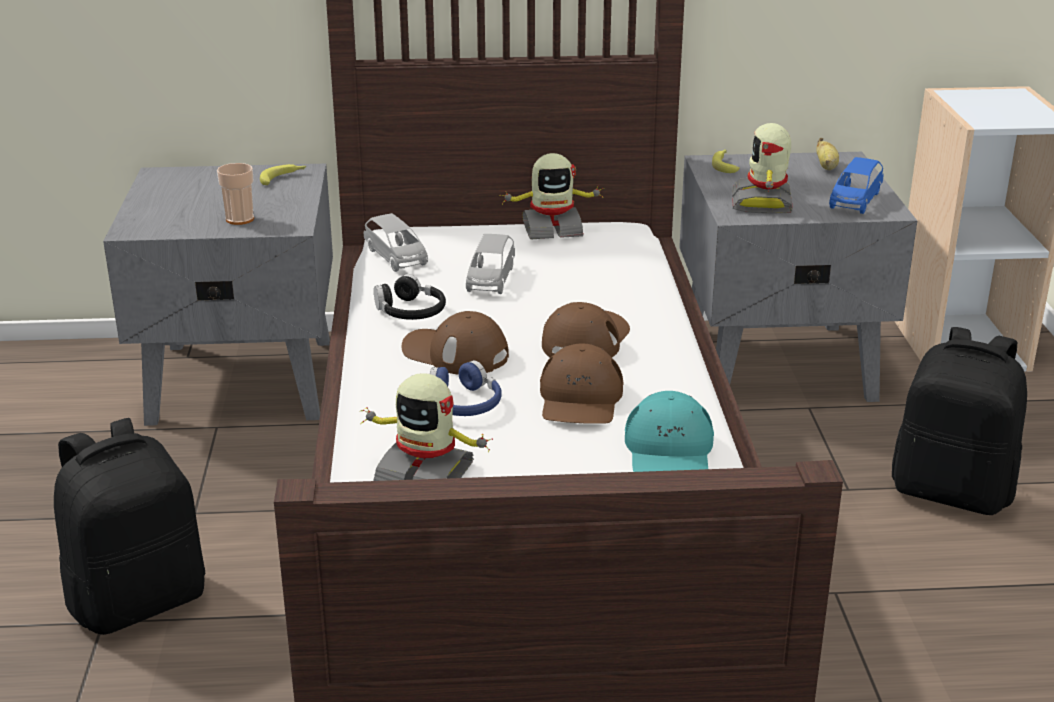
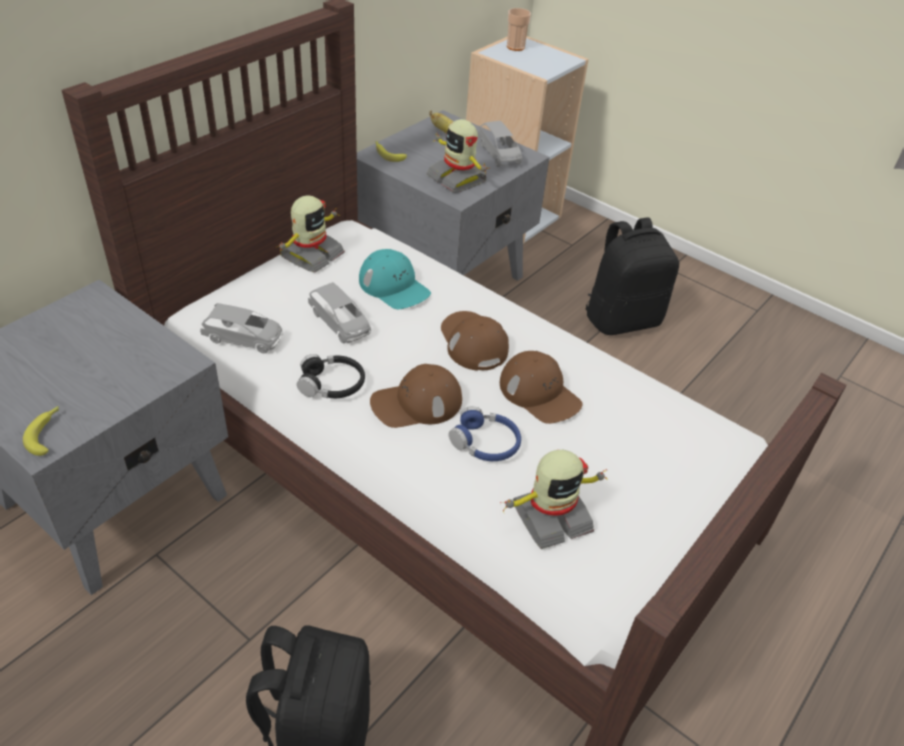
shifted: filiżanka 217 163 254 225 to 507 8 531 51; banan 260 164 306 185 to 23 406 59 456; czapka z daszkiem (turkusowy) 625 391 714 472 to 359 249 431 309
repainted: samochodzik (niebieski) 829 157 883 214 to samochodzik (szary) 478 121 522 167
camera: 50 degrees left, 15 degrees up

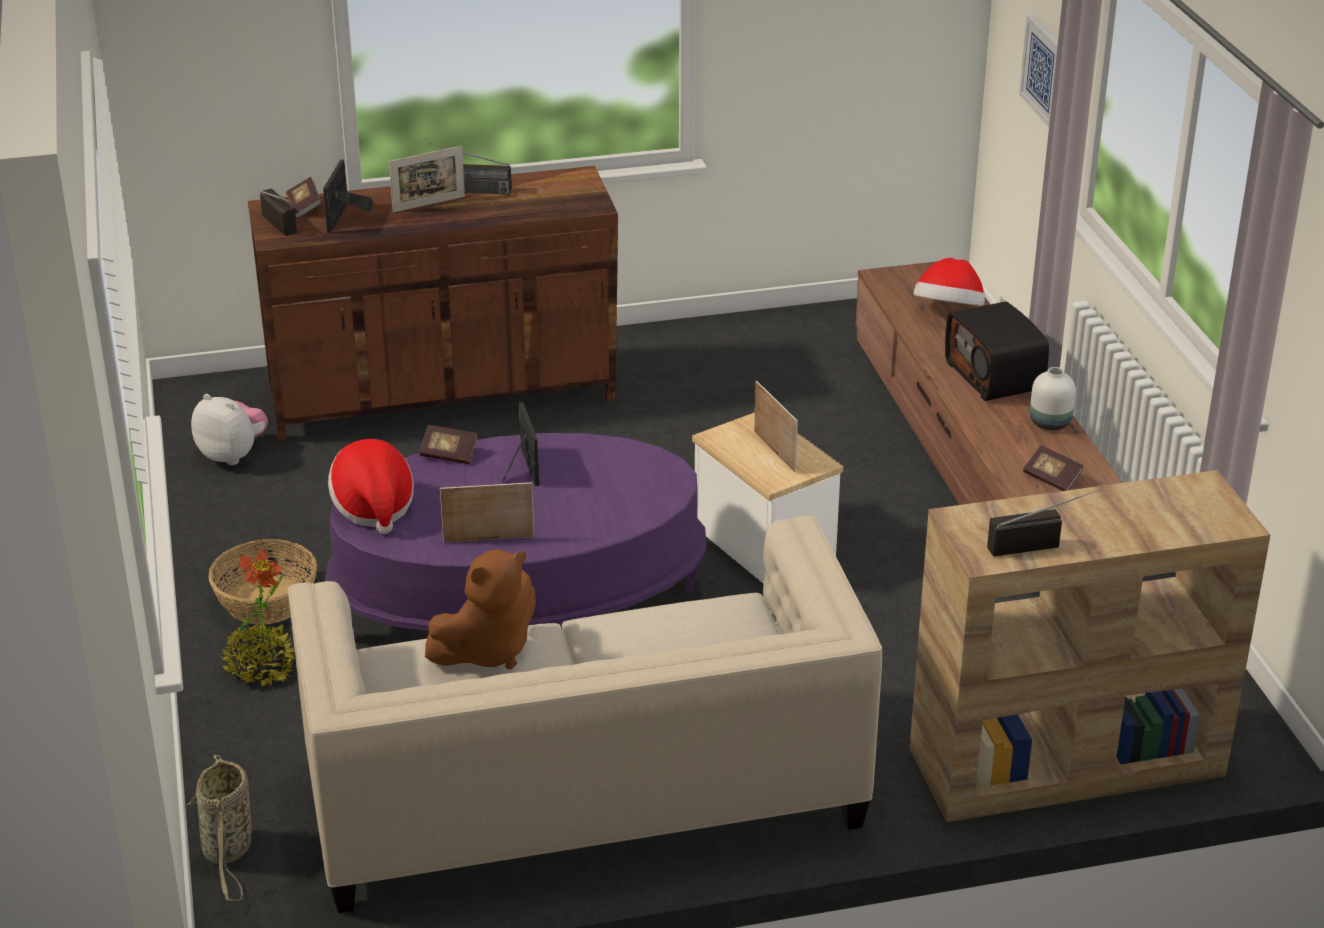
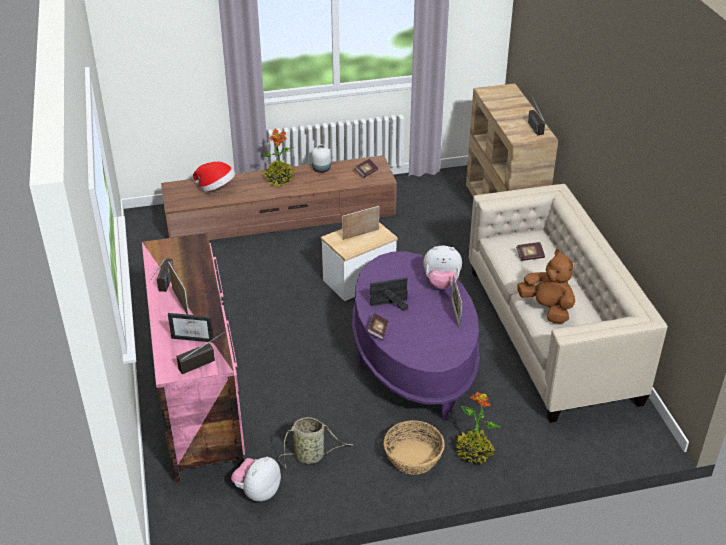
gone: kapelusz 328 439 414 534; obraz 1019 15 1058 127
new: pluszak 423 246 462 290
shifted: koszyk 186 755 252 901 to 279 417 353 468; książka 286 177 322 219 to 516 242 545 261
swapped: radio 945 302 1049 401 to roślina doniczkowa 262 129 295 187
repainted: szafka (brązowy) 248 166 618 442 to szafka (różowy) 142 233 245 484
camera: 90 degrees left, 5 degrees up

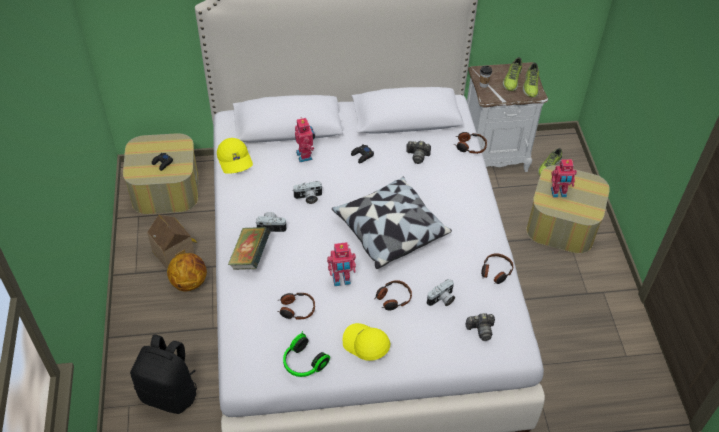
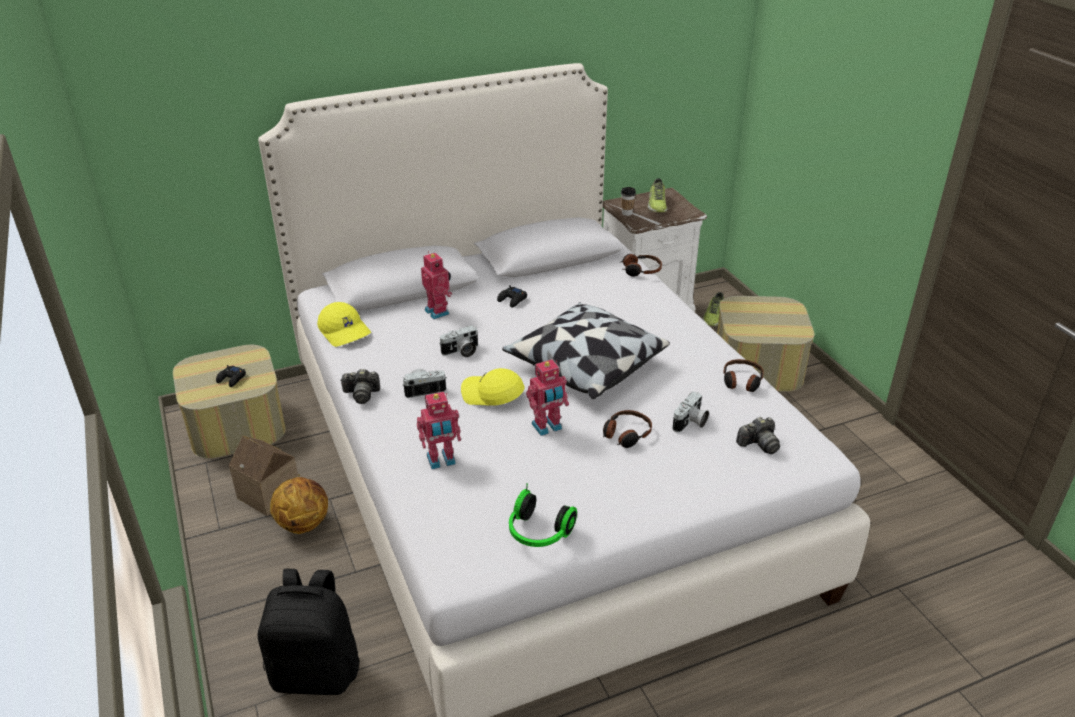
gone: książka 228 227 271 270; słuchawki 277 293 315 319; but 523 63 539 97
shifted: czapka z daszkiem (żółty) 343 323 390 361 to 461 368 525 406; aparat fotograficzny 406 141 431 164 to 340 369 380 404; robot zabawkowy 551 159 577 197 to 417 392 461 469
camera: 15 degrees left, 15 degrees down

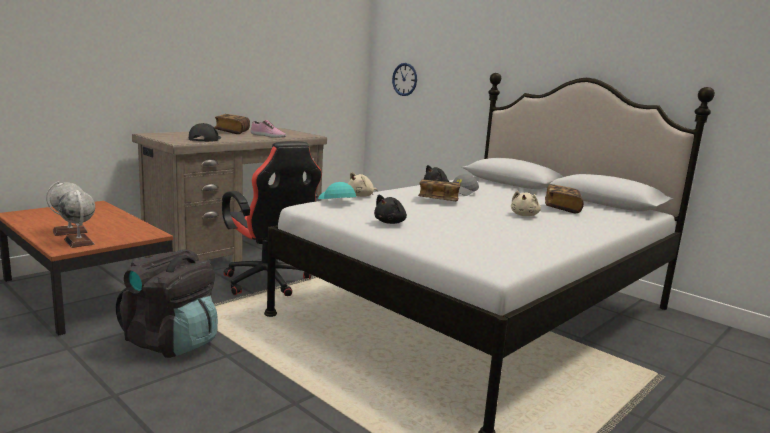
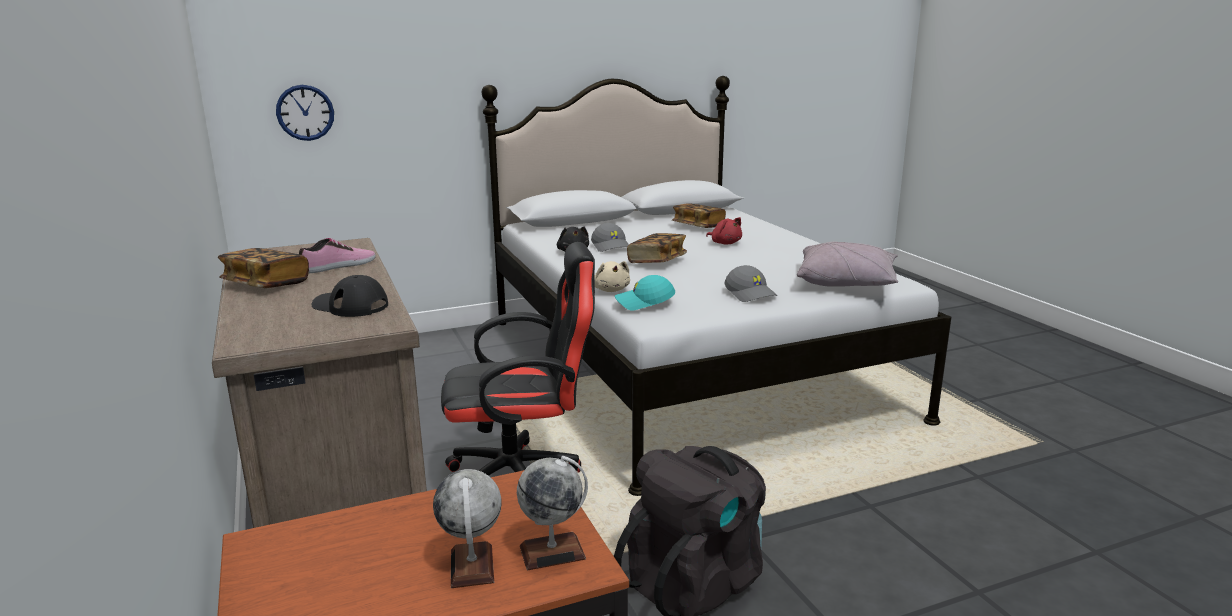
new: poduszka (fioletowy) 797 241 898 286
swapped: pluszak (czarny) 374 195 407 224 to czapka z daszkiem (szary) 725 265 778 302
repainted: pluszak (beżowy) 511 191 541 216 to pluszak (czerwony) 706 217 742 245
camera: 65 degrees left, 5 degrees up

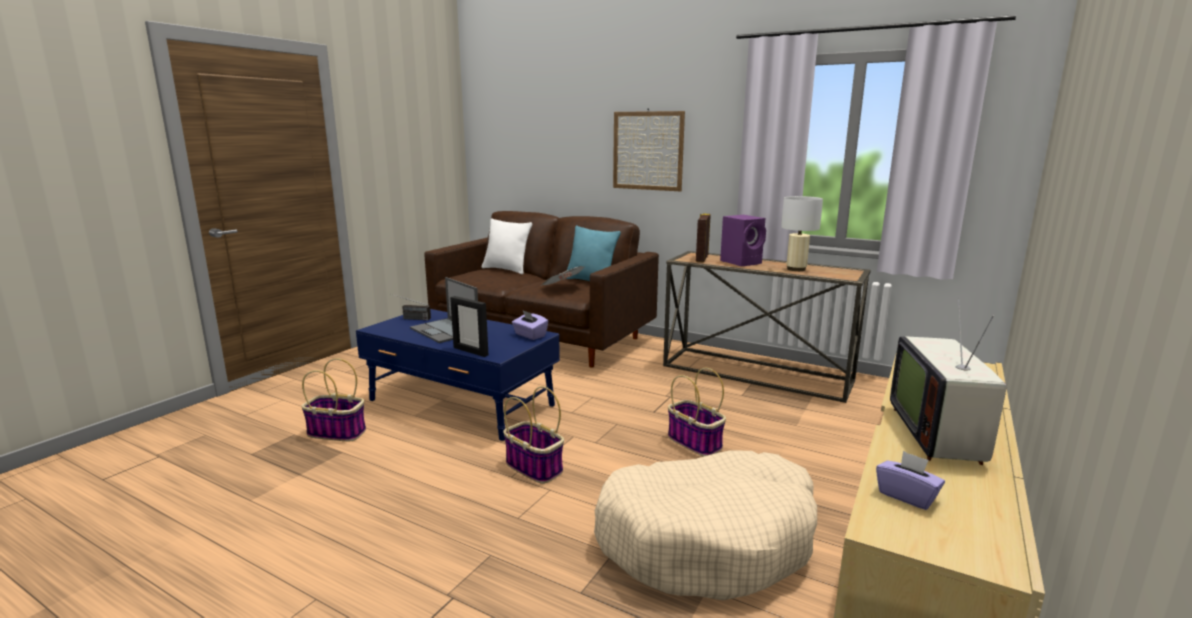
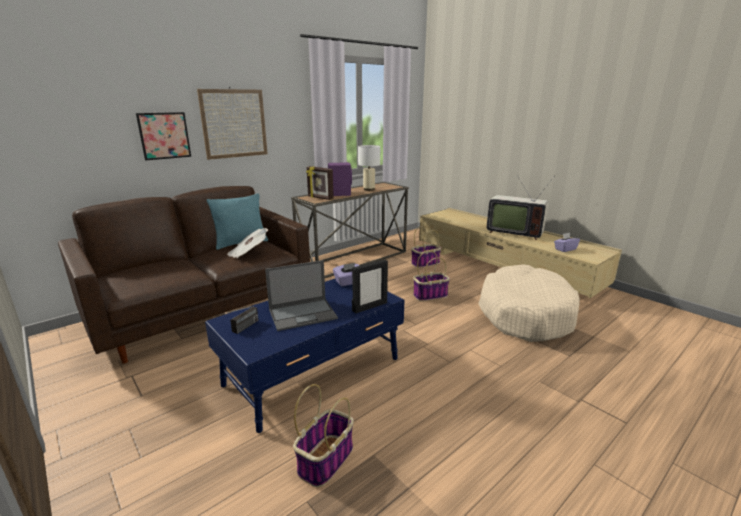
gone: poduszka (biały) 482 218 532 274
new: obraz 136 112 191 161
shifted: koszyk 503 386 564 484 to 411 226 441 268
camera: 70 degrees left, 5 degrees up

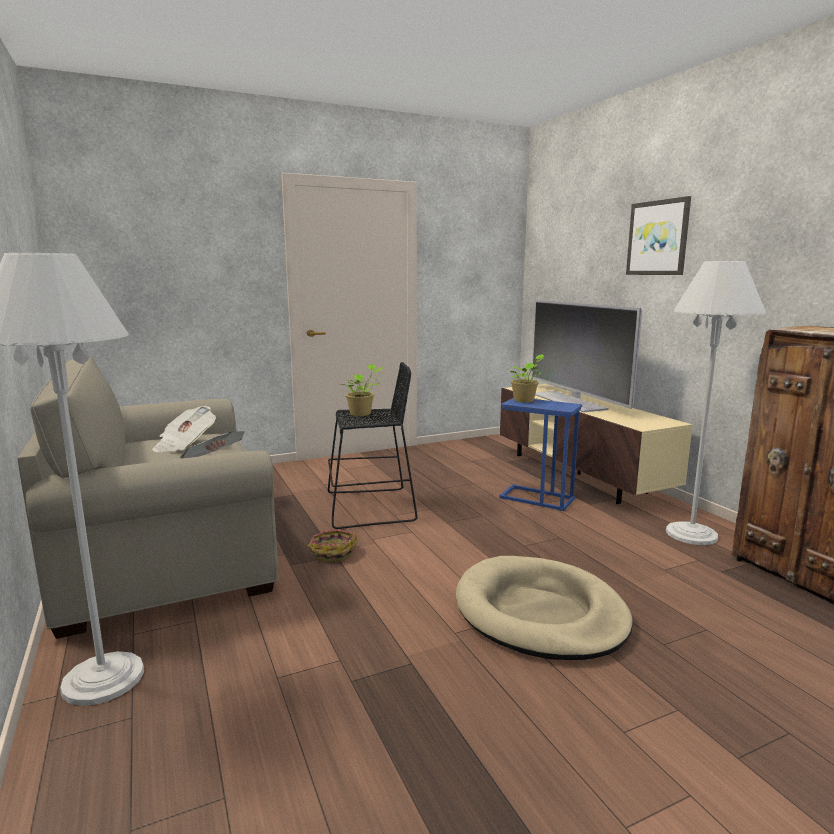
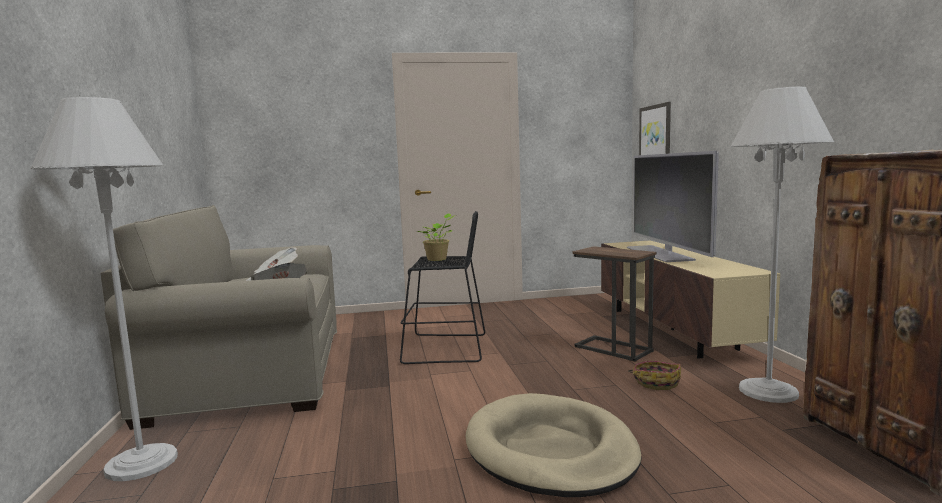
gone: roślina doniczkowa 505 354 546 403
shifted: koszyk 307 530 357 562 to 628 361 681 390; obraz 626 196 691 275 to 639 102 671 155
repainted: stolik (niebieski) 499 398 582 511 to stolik (brązowy) 572 246 657 362
camera: 15 degrees right, 5 degrees down

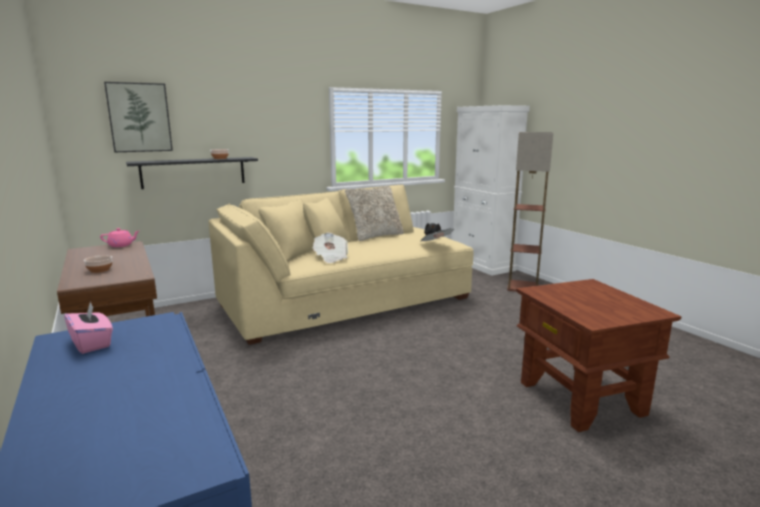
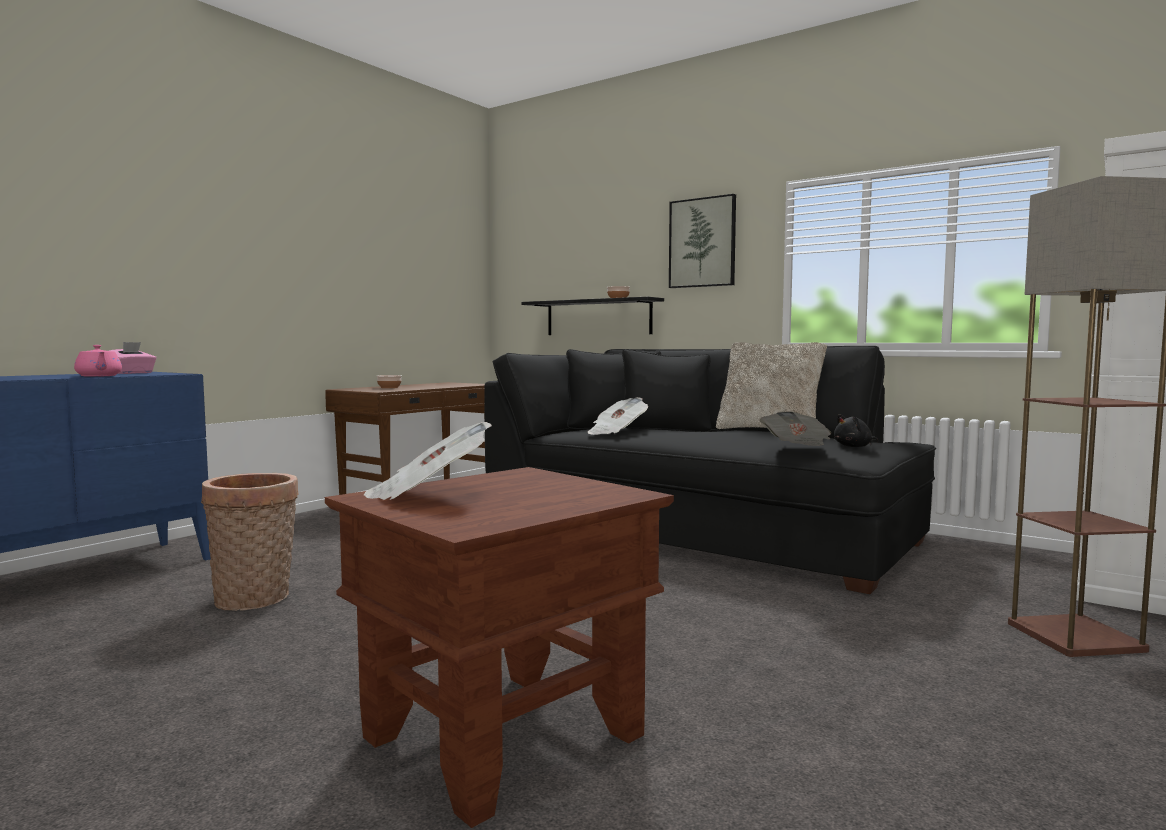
new: koszyk 201 473 298 611; gazeta 364 422 492 500
shifted: imbryk (różowy) 100 228 139 247 to 74 345 122 377; obraz 104 82 173 152 to 669 194 736 288
repainted: kanapa (beżowy) 208 185 474 345 to kanapa (czarny) 484 346 936 594
camera: 65 degrees right, 10 degrees down

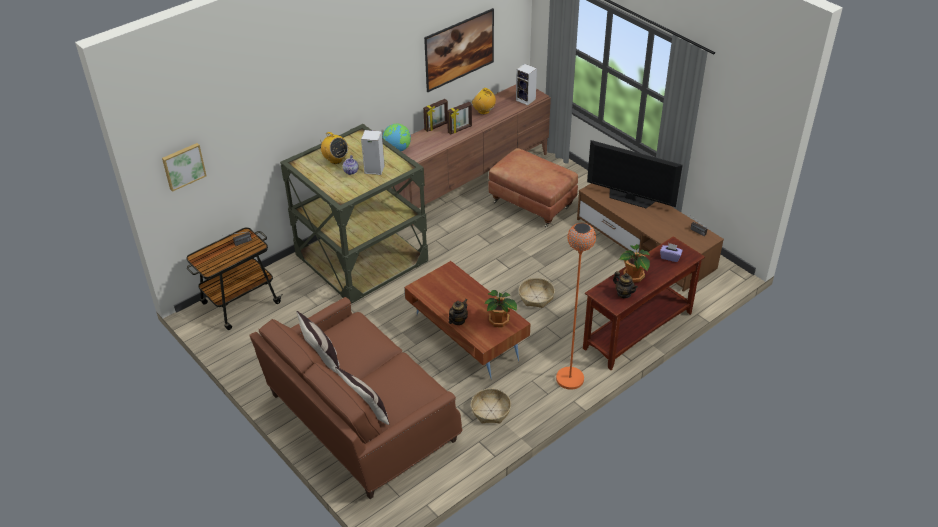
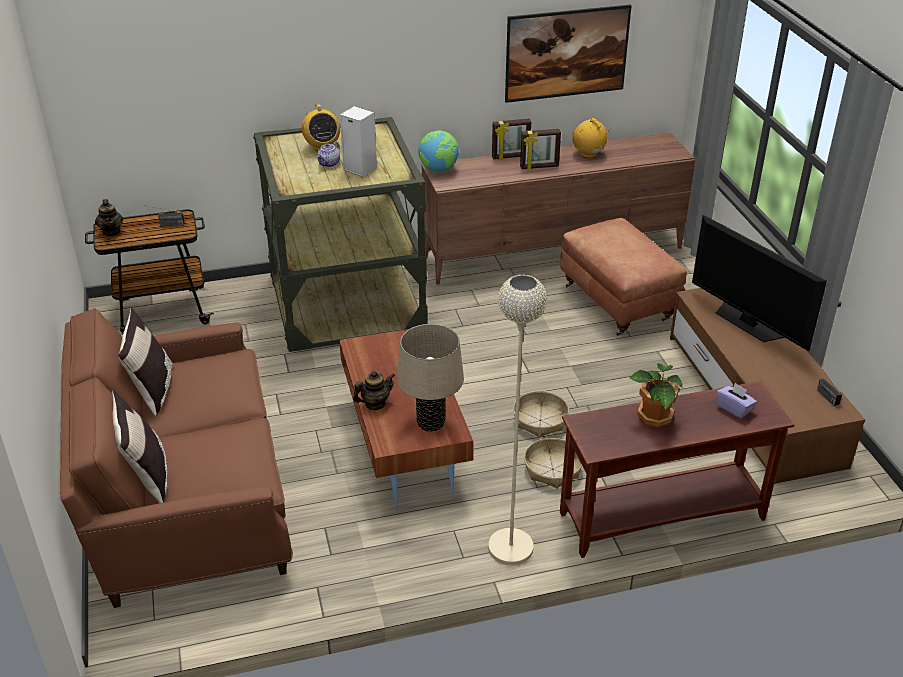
gone: obraz 162 143 207 192; głośnik 516 64 537 105
shifted: koszyk 471 388 511 423 to 524 438 582 488; imbryk 613 271 638 298 to 95 199 123 236
swapped: roślina doniczkowa 484 290 517 327 to lampa stołowa (beżowy) 397 324 464 431
repainted: lampa stojąca (pomarańczowy) 556 223 596 390 to lampa stojąca (beżowy) 488 275 547 565
camera: 25 degrees right, 5 degrees down

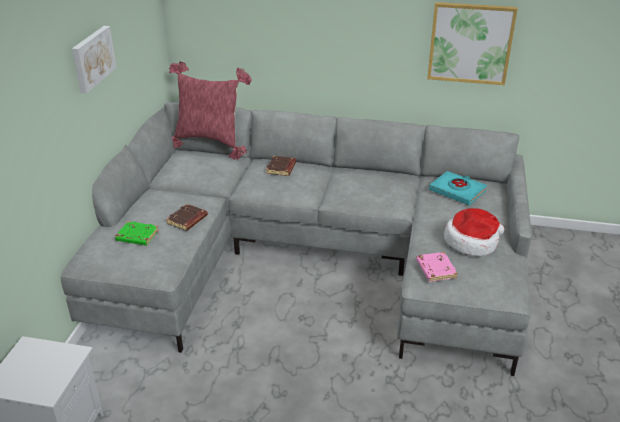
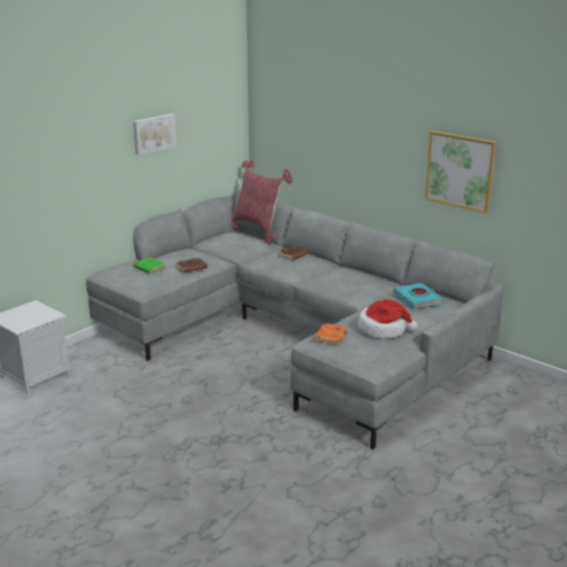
repainted: książka (różowy) 416 252 458 282 to książka (pomarańczowy) 315 323 347 345
camera: 30 degrees right, 10 degrees down

